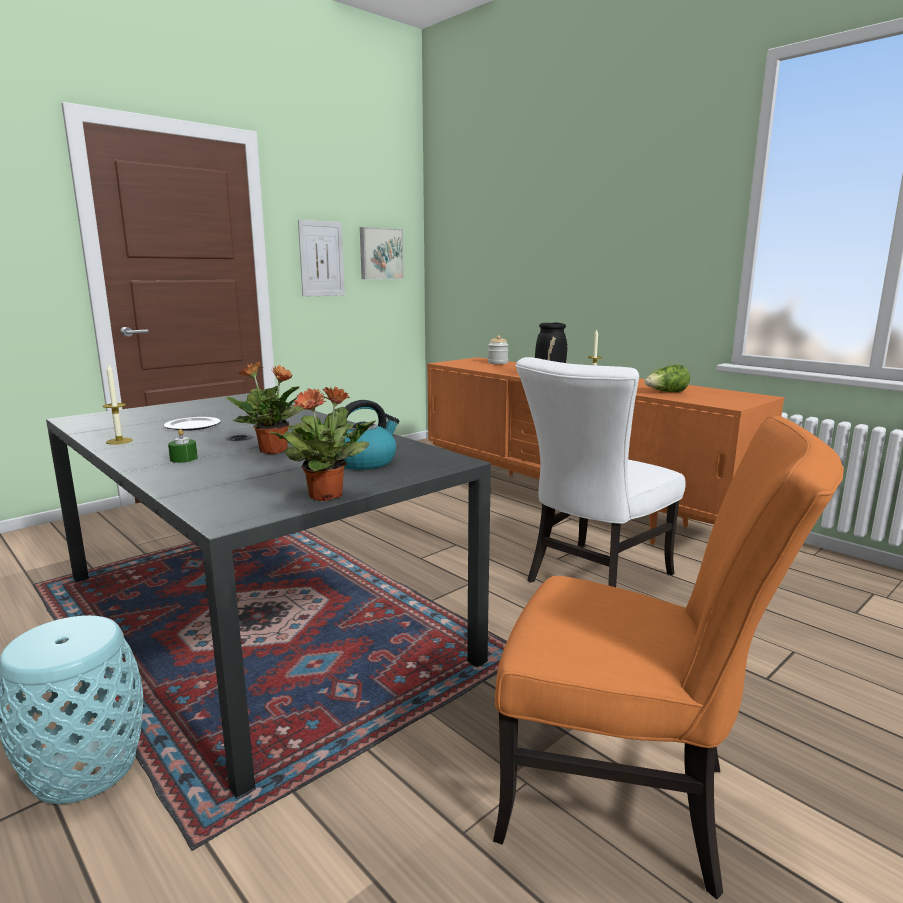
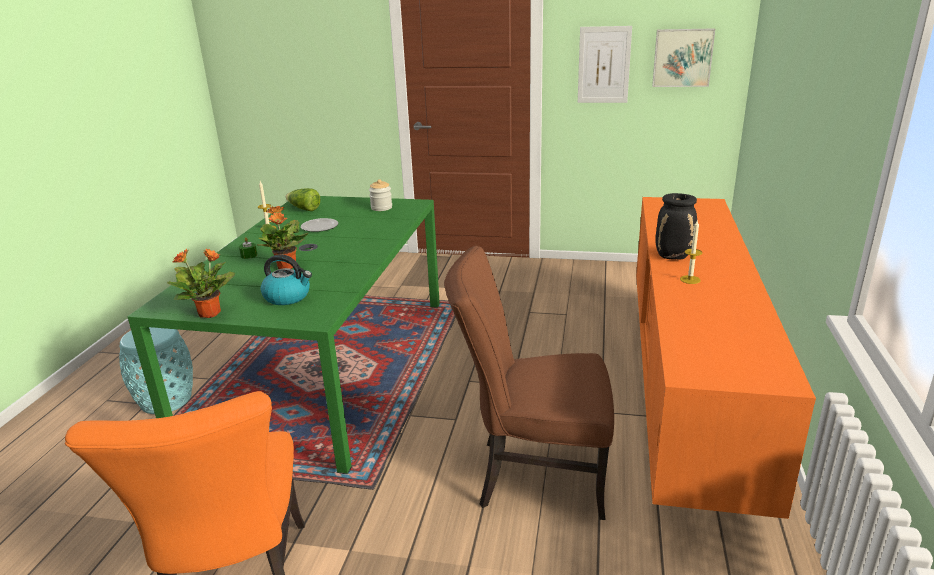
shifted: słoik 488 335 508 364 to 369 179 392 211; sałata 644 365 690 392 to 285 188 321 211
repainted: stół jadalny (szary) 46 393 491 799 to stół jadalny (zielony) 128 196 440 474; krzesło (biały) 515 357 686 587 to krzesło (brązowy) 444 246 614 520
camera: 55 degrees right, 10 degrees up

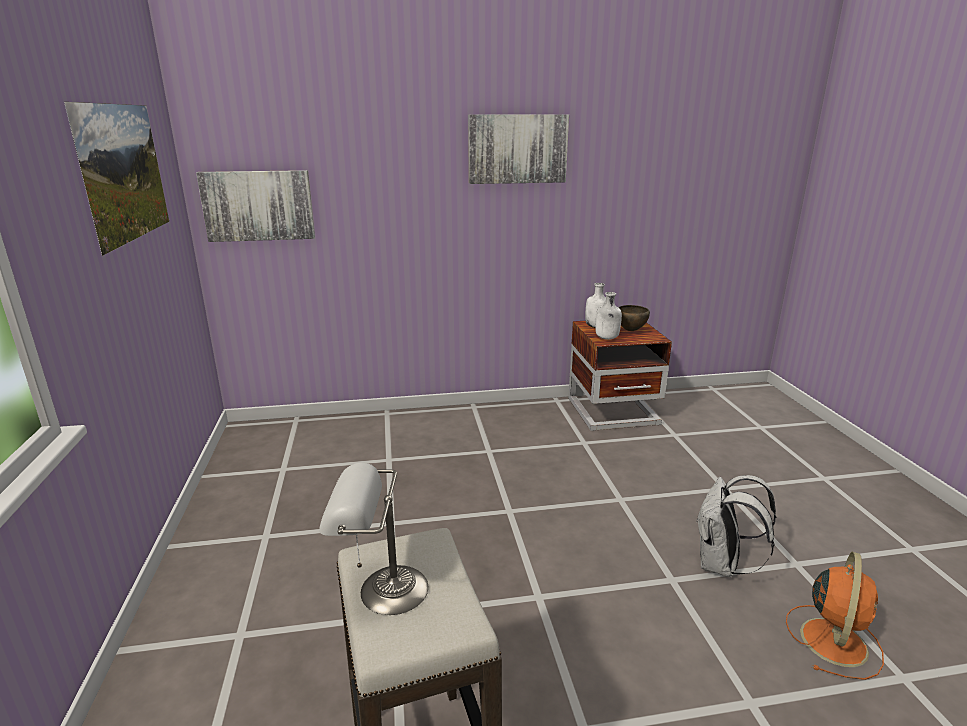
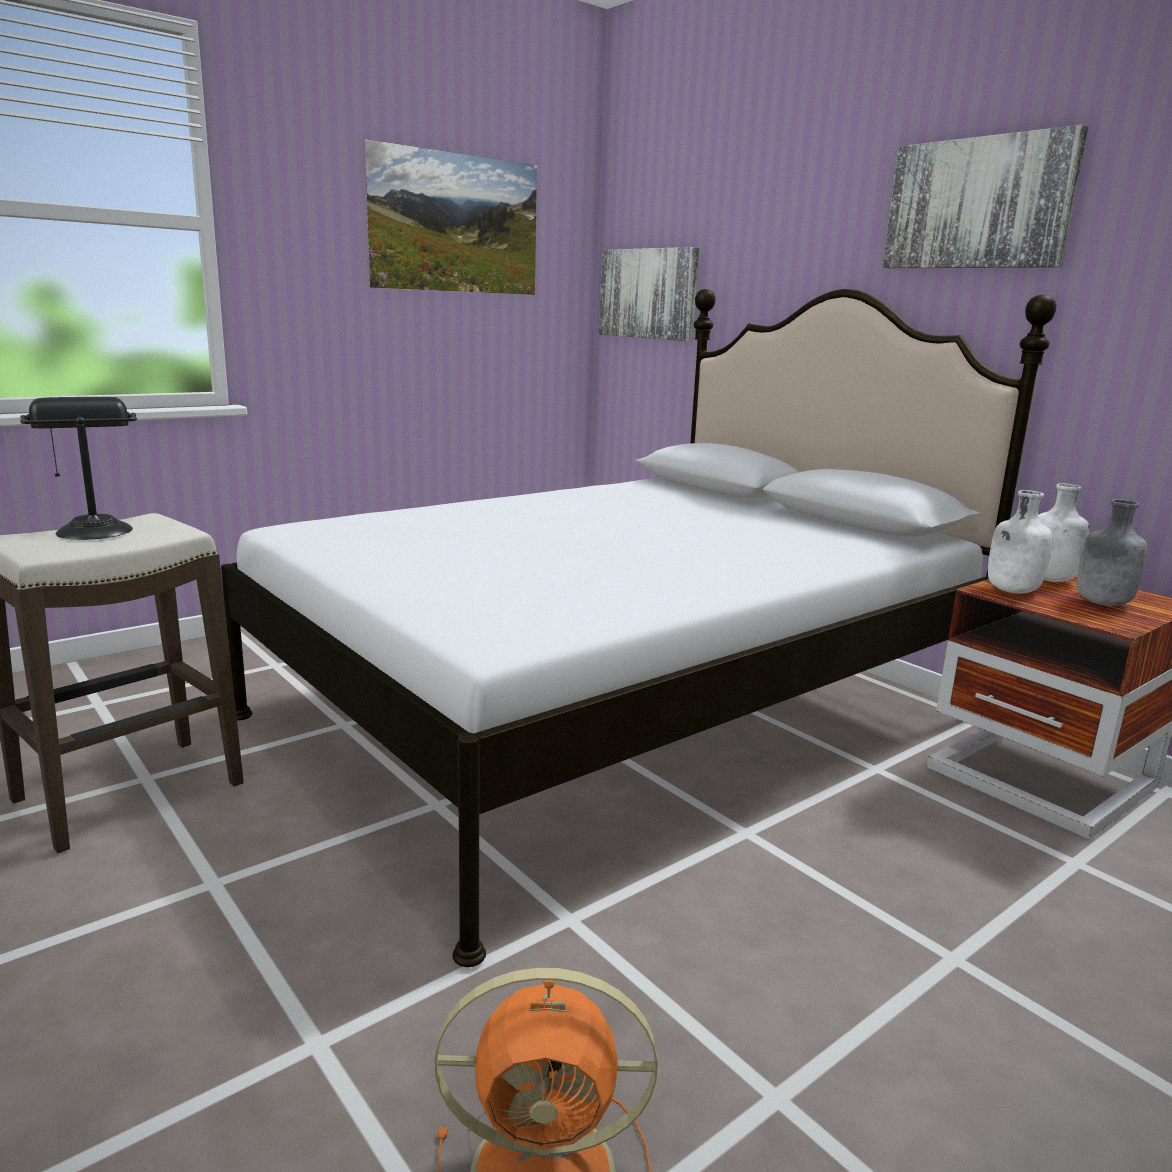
gone: plecak (biały) 696 475 776 577
new: łóżko (biały) 221 289 1057 967
swapped: miska (brązowy) 618 305 650 331 to butelka (szary) 1077 499 1147 606
repainted: lampa stołowa (biały) 319 463 428 615 to lampa stołowa (czarny) 20 397 137 540
camera: 60 degrees right, 5 degrees down

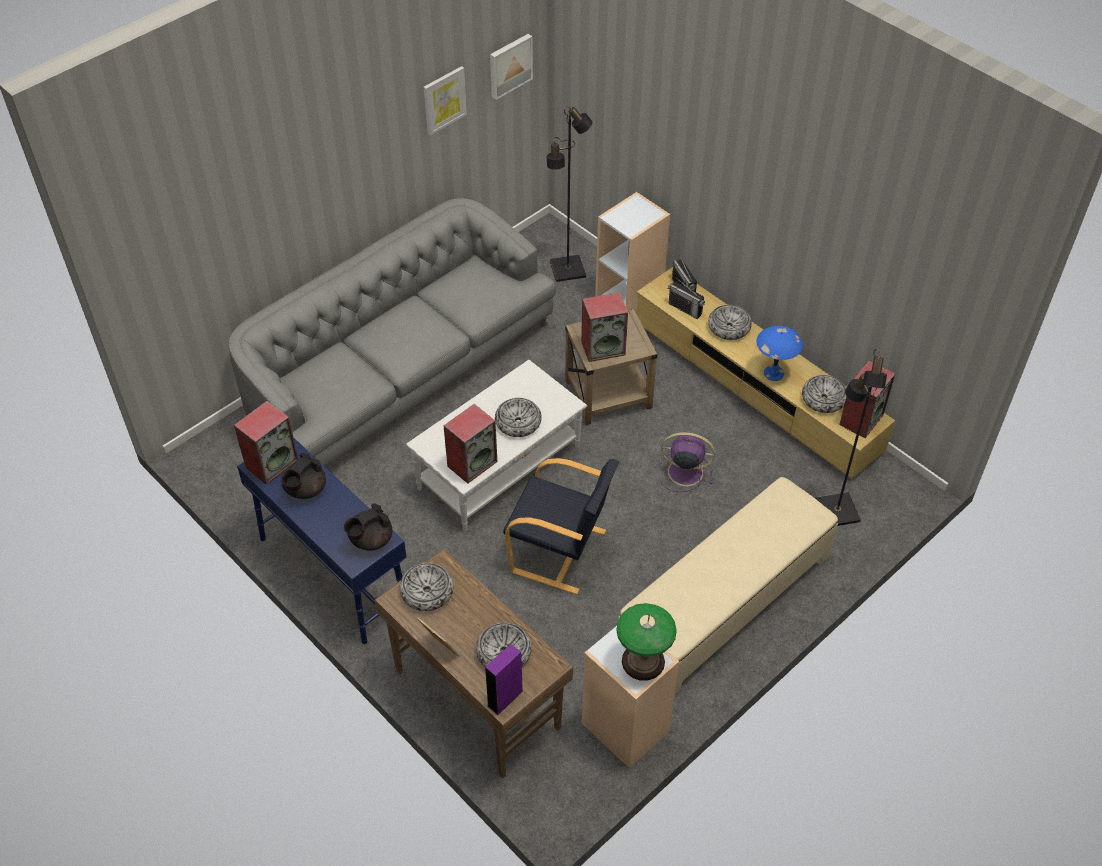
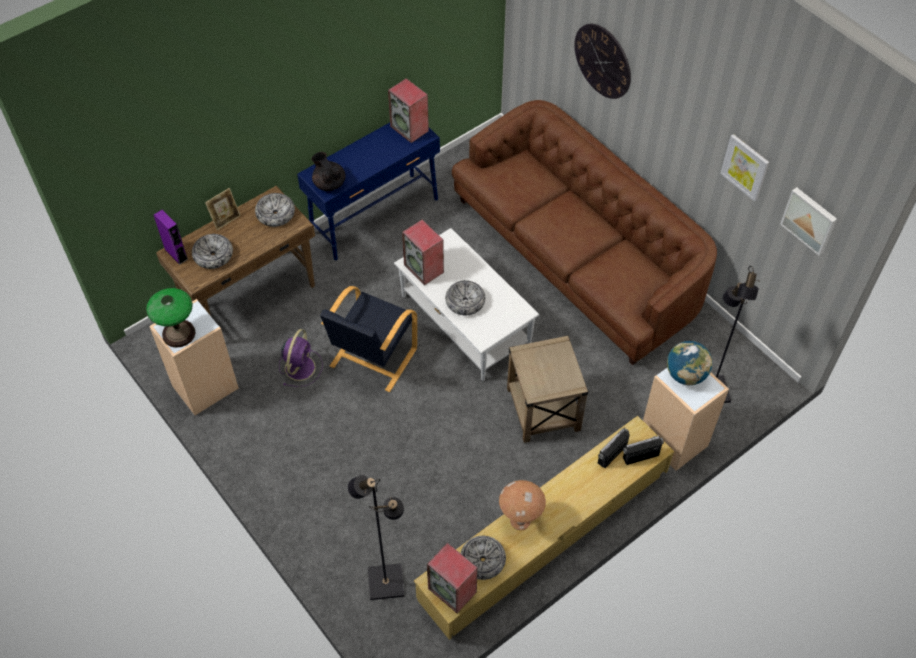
gone: imbryk (czarny) 281 453 326 499; głośnik 581 292 628 362; ławka (beżowy) 618 477 838 695; miska 708 305 752 340
new: zegar ścienny 574 24 631 99; globus 667 341 712 385
shifted: wentylator (fioletowy) 658 432 715 492 to 279 329 323 387
repainted: kanapa (szary) 229 198 556 466 to kanapa (brązowy) 452 100 717 365; lampa stołowa (niebieski) 756 326 803 381 to lampa stołowa (brązowy) 499 480 546 530
camera: 95 degrees right, 5 degrees up

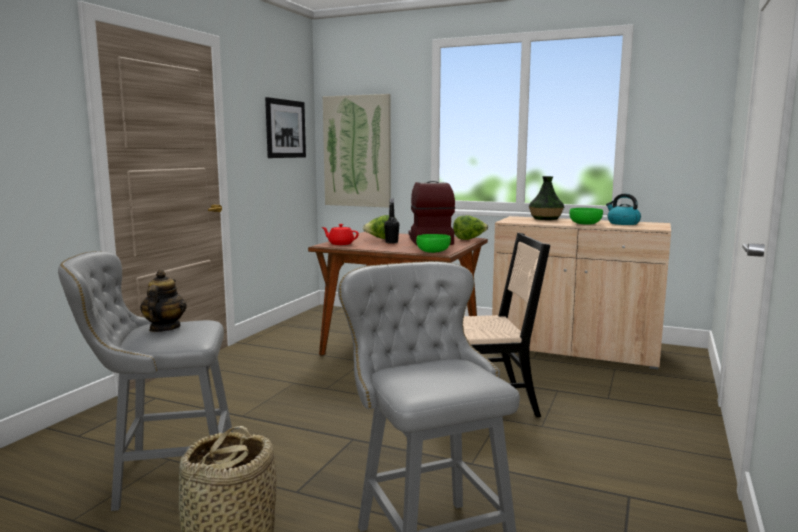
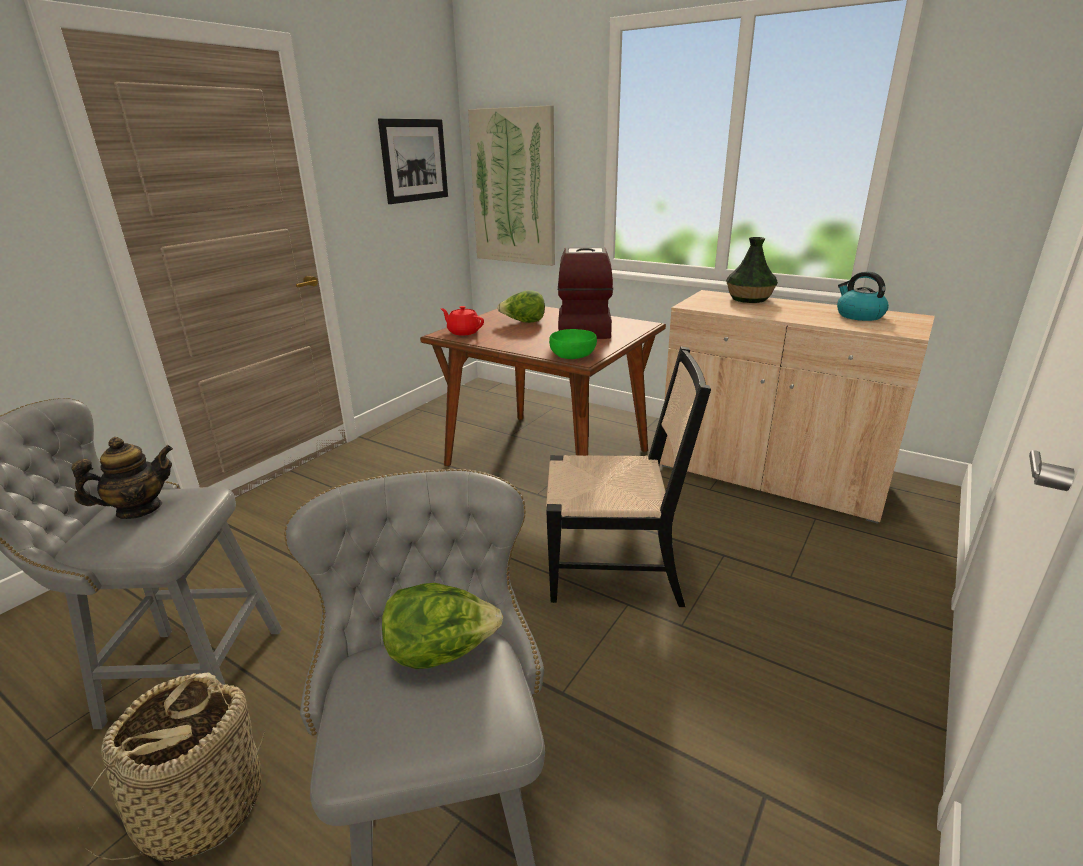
gone: butelka (czarny) 384 199 399 244; miska (zielony) 569 208 603 225
shifted: sałata 453 215 488 240 to 382 583 503 669
rotated: imbryk 140 270 187 332 = 72 437 173 519 45 degrees clockwise
camera: 10 degrees right, 15 degrees up

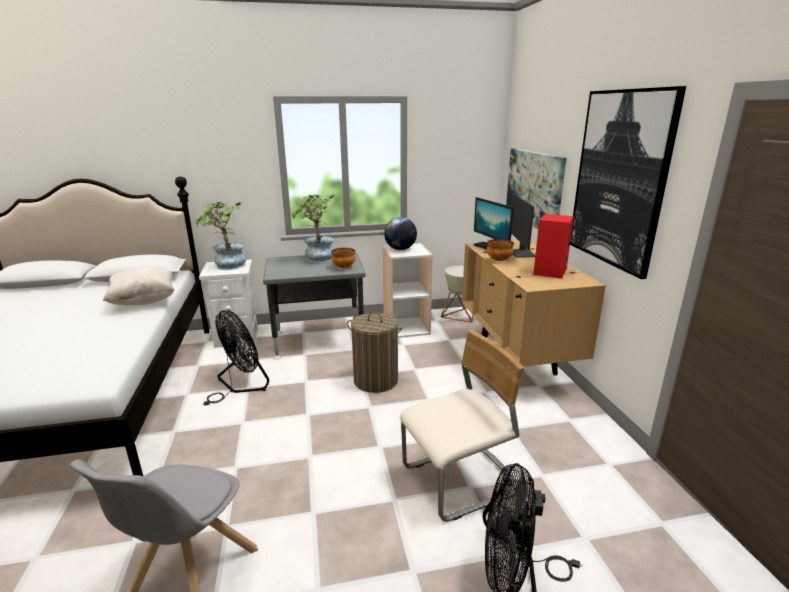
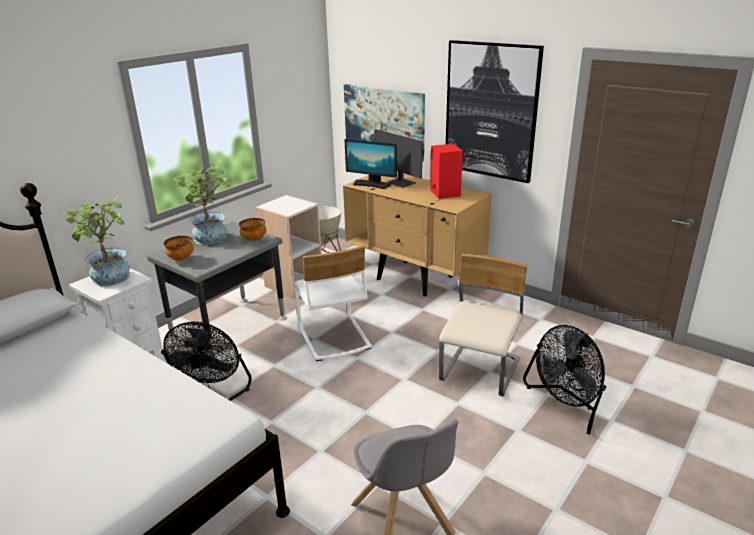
gone: poduszka (beżowy) 103 268 174 305; globus 384 217 417 250
shifted: miska 487 239 514 261 to 164 236 194 261
swapped: kosz na pranie 347 312 402 393 to krzesło (biały) 294 245 372 361
camera: 40 degrees left, 5 degrees up

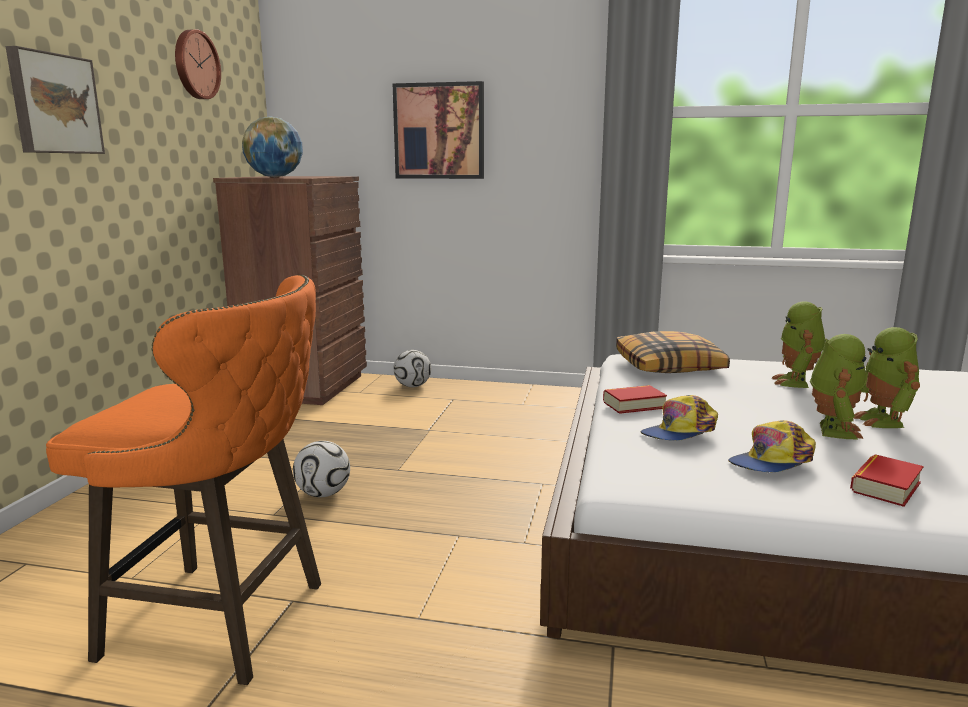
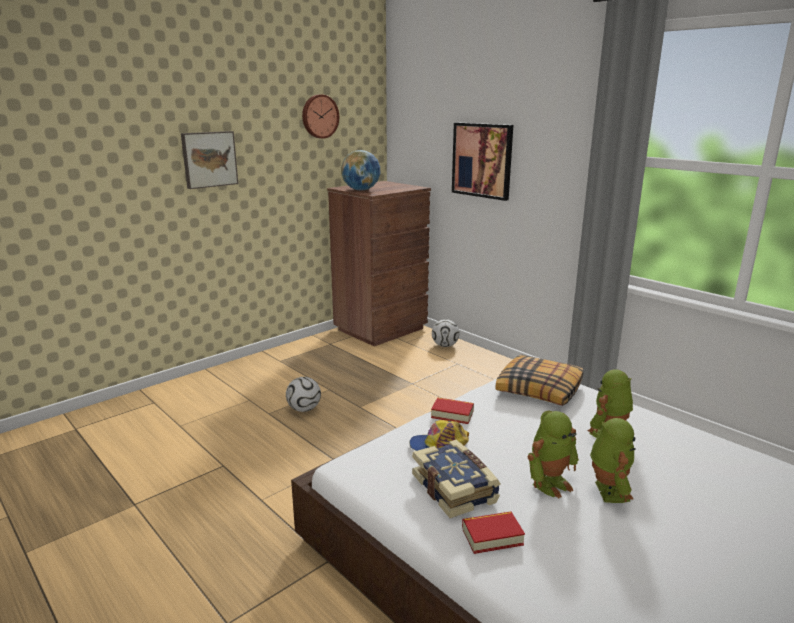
gone: stołek (pomarańczowy) 46 275 321 685
swapped: czapka z daszkiem 728 420 816 472 to książka 412 440 500 518
rotated: robot zabawkowy 854 327 920 428 = 590 418 636 503 150 degrees clockwise
camera: 35 degrees right, 5 degrees up

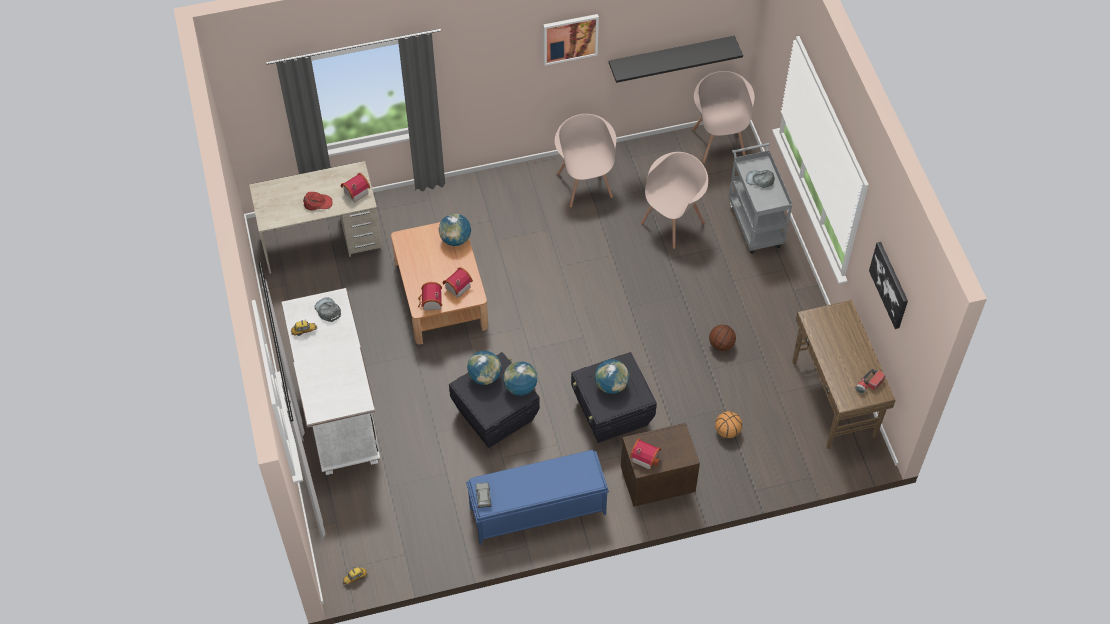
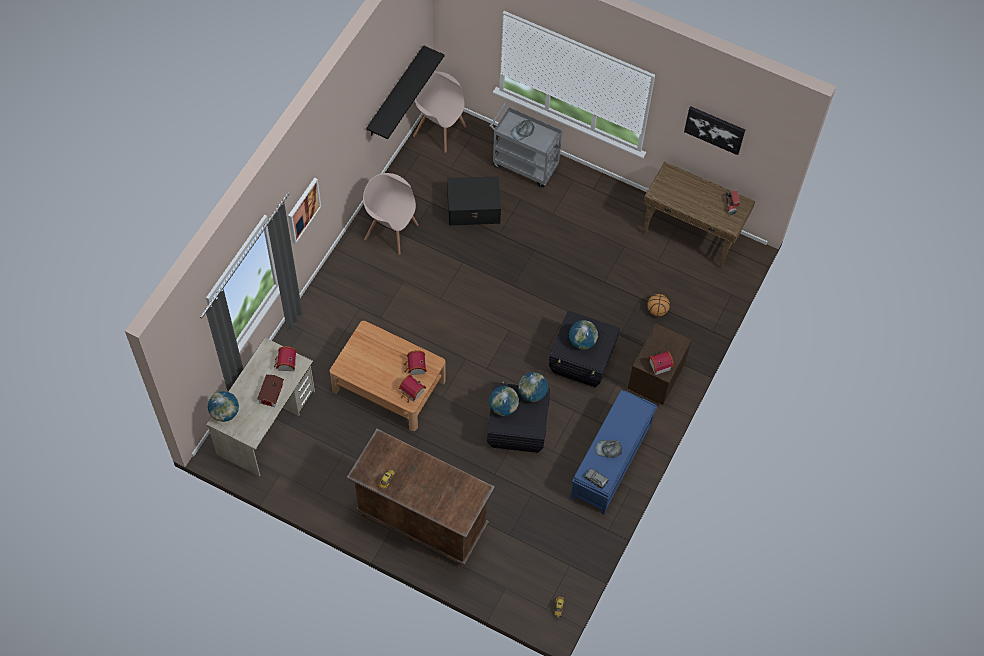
gone: piłka do koszykówki 709 325 736 351
shifted: czapka z daszkiem (szary) 315 297 341 322 to 595 440 622 458; globus 439 214 471 246 to 208 391 239 422; obraz 543 14 599 66 to 288 178 321 244
swapped: czapka z daszkiem (czerwony) 303 192 333 211 to domek 257 375 284 407; krzesło (beżowy) 641 152 708 249 to pojemnik do przechowywania (czarny) 447 176 501 226
repainted: komoda (biały) 281 288 380 475 to komoda (brązowy) 347 429 495 566
camera: 50 degrees left, 5 degrees up

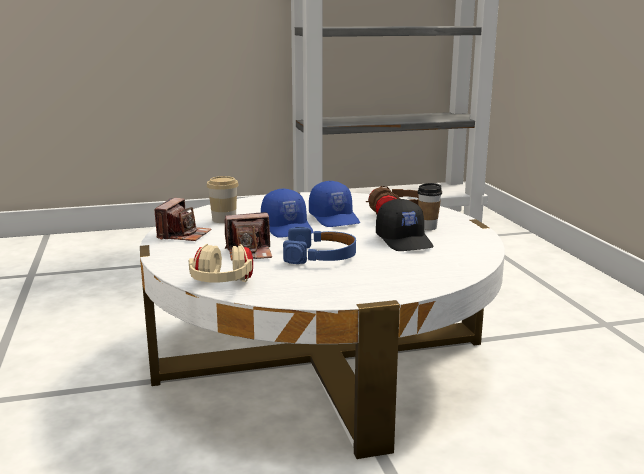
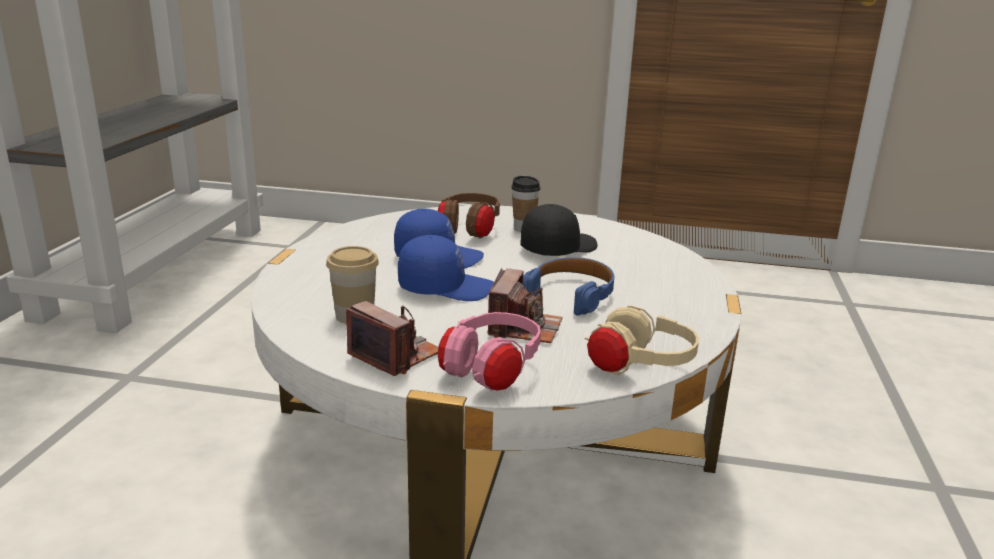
new: słuchawki (różowy) 438 312 541 391
rotated: czapka z daszkiem (czarny) 376 199 434 251 = 520 204 598 256 45 degrees counterclockwise
camera: 65 degrees left, 5 degrees up

